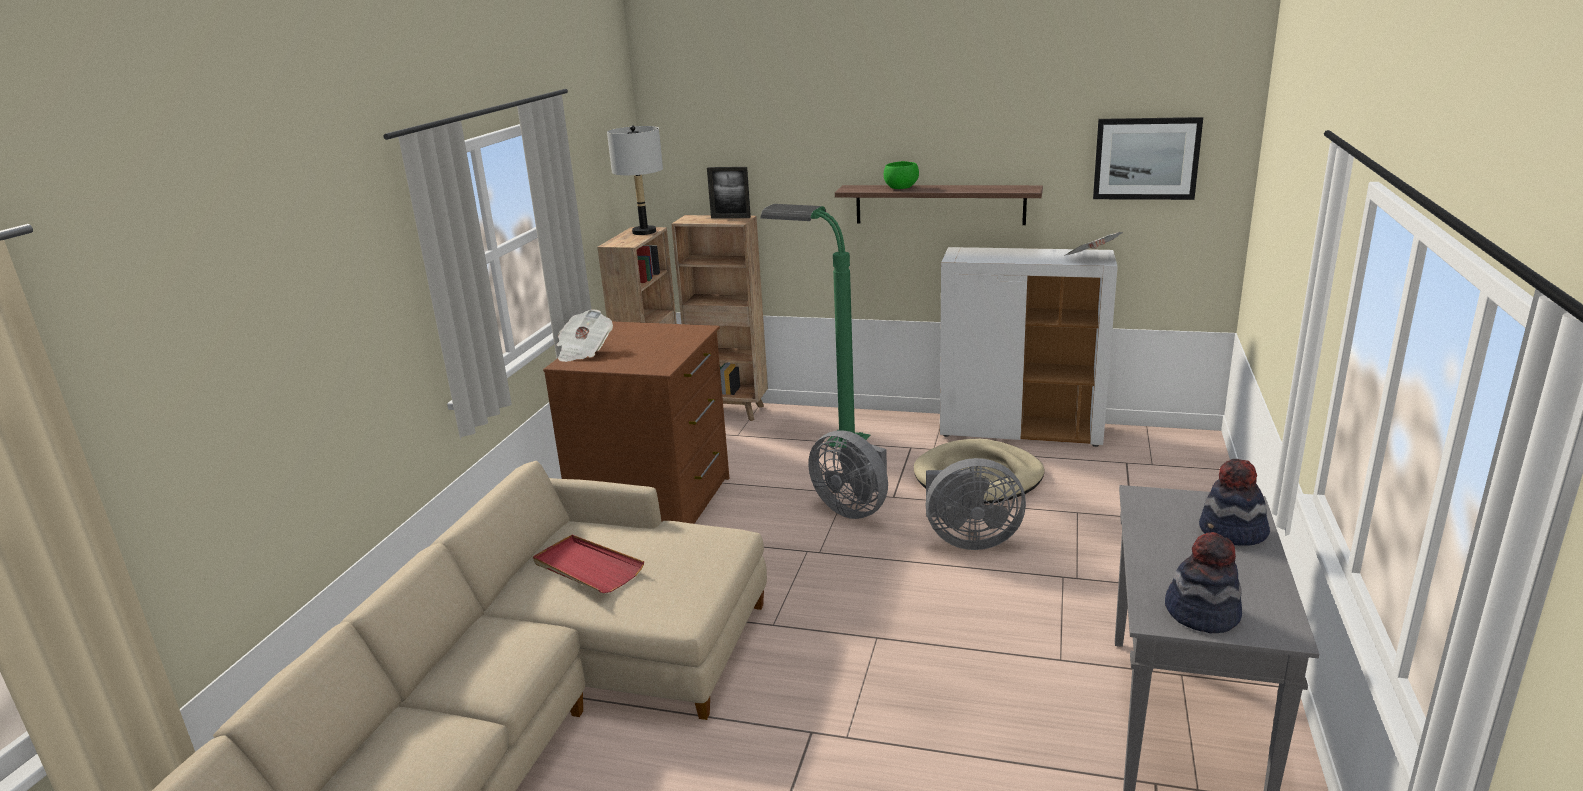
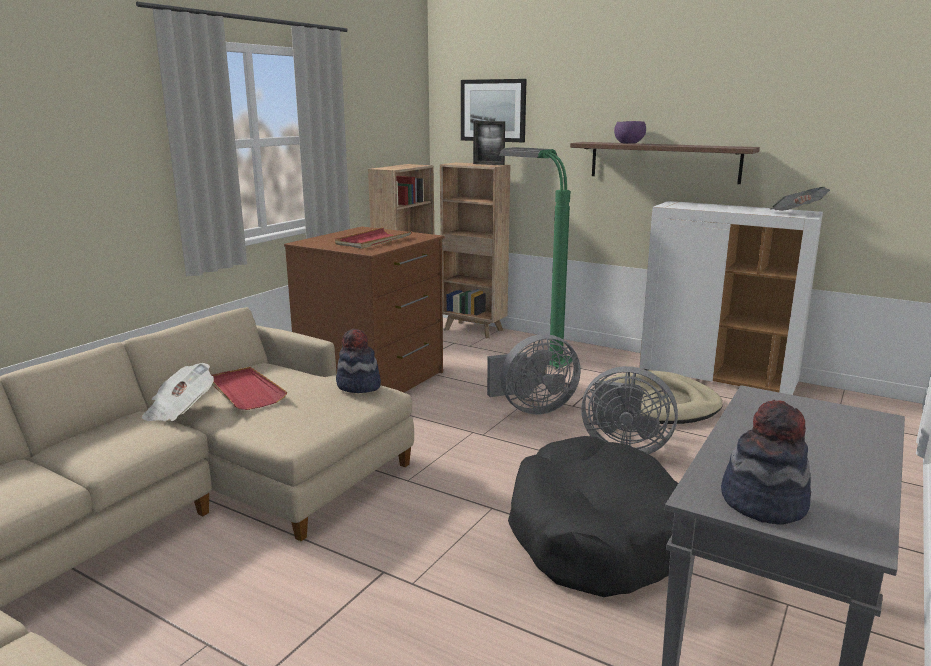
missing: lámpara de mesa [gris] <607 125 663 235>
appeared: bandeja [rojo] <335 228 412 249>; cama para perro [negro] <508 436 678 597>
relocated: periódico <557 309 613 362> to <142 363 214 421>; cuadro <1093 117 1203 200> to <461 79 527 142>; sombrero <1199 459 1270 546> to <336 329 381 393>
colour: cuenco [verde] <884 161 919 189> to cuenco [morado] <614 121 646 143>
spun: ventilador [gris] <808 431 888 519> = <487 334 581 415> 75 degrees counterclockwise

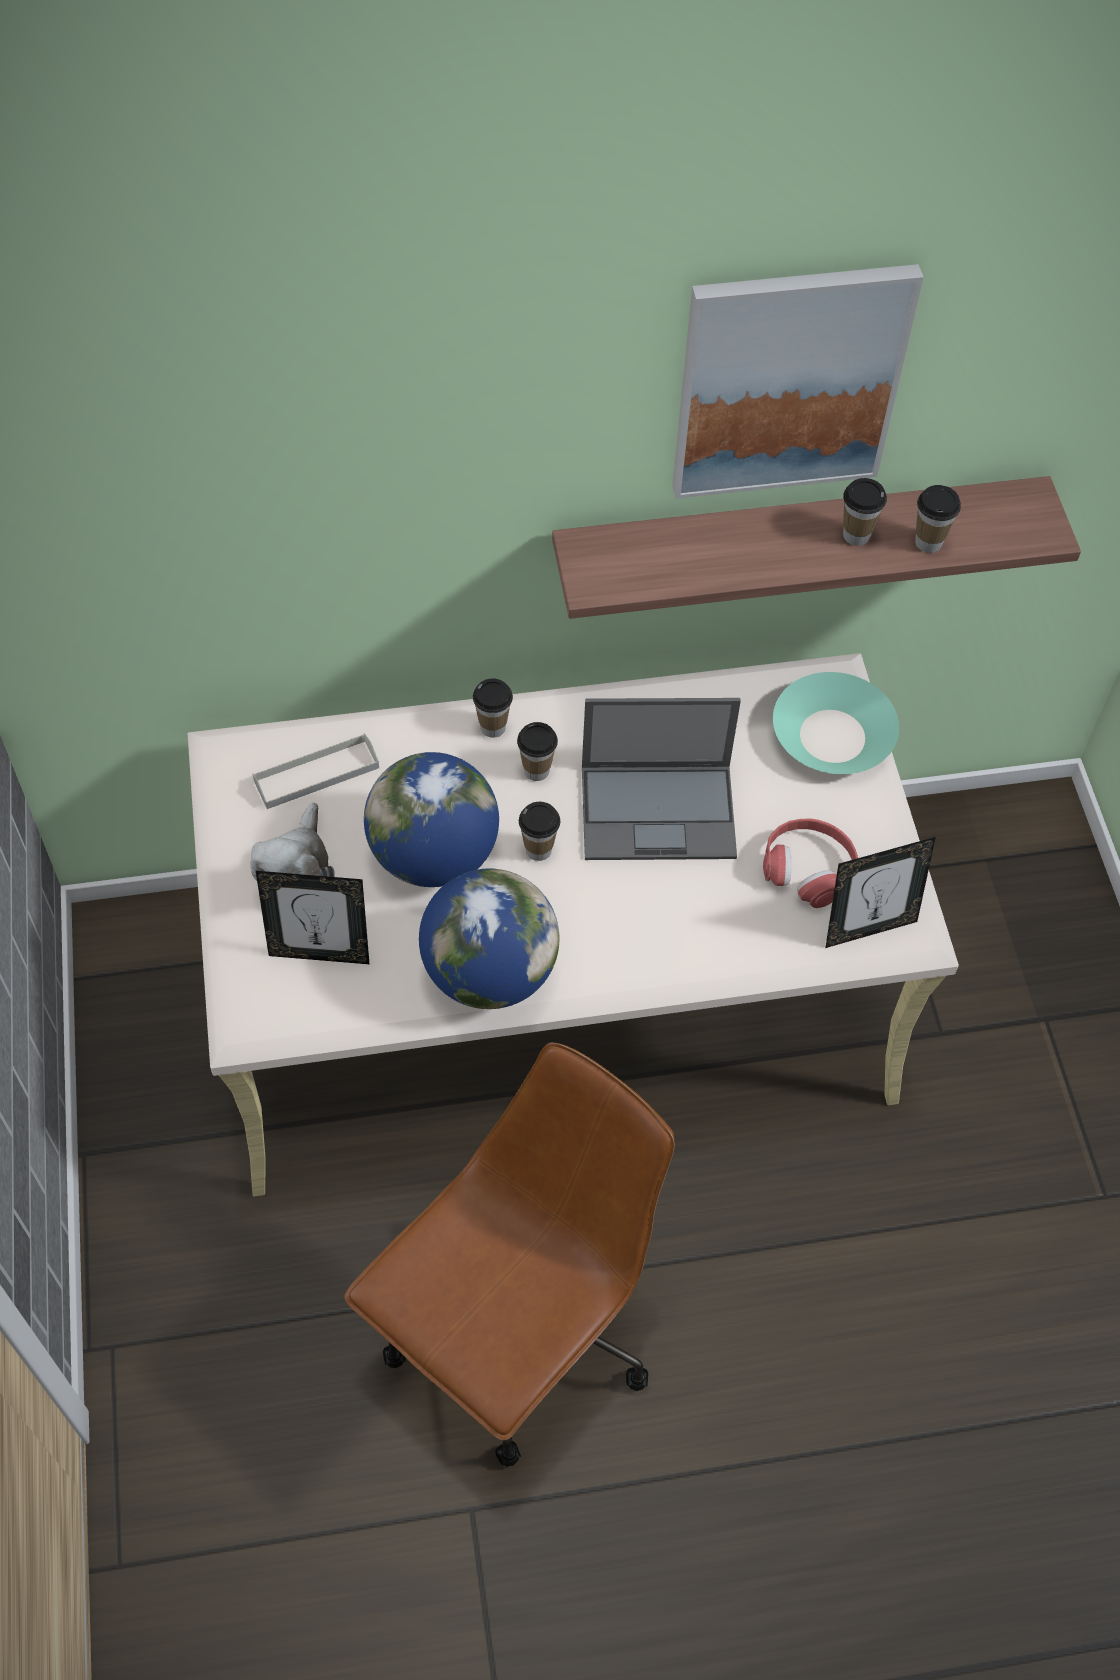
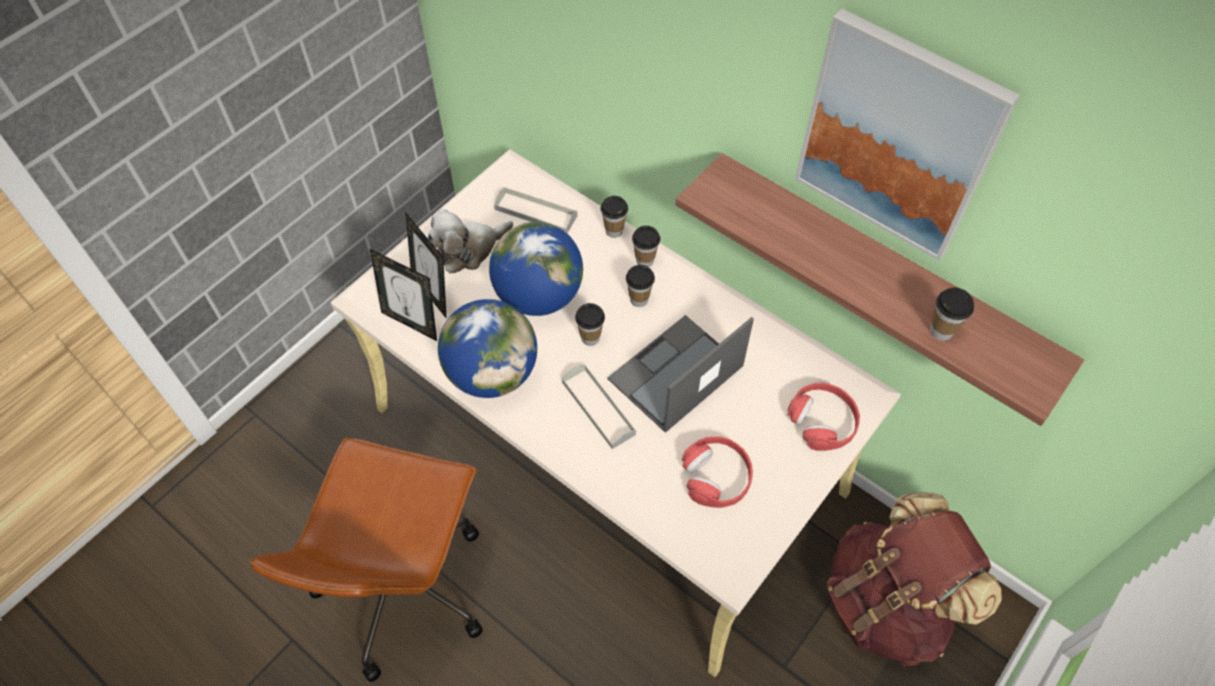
appeared: bandeja [gris] <562 365 636 449>; mochila [marrón] <826 492 1002 666>
relocated: portarretratos <825 837 936 948> to <370 249 437 341>; taza <843 478 887 546> to <601 196 628 238>
exchanged: cuenco [turquesa] <773 672 899 774> to auriculares [rojo] <787 383 860 451>
spun: silla de oficina [marrón] <344 1042 675 1467> = <249 438 483 682> 105 degrees clockwise; portátil <582 698 741 860> = <608 315 754 433> 90 degrees clockwise

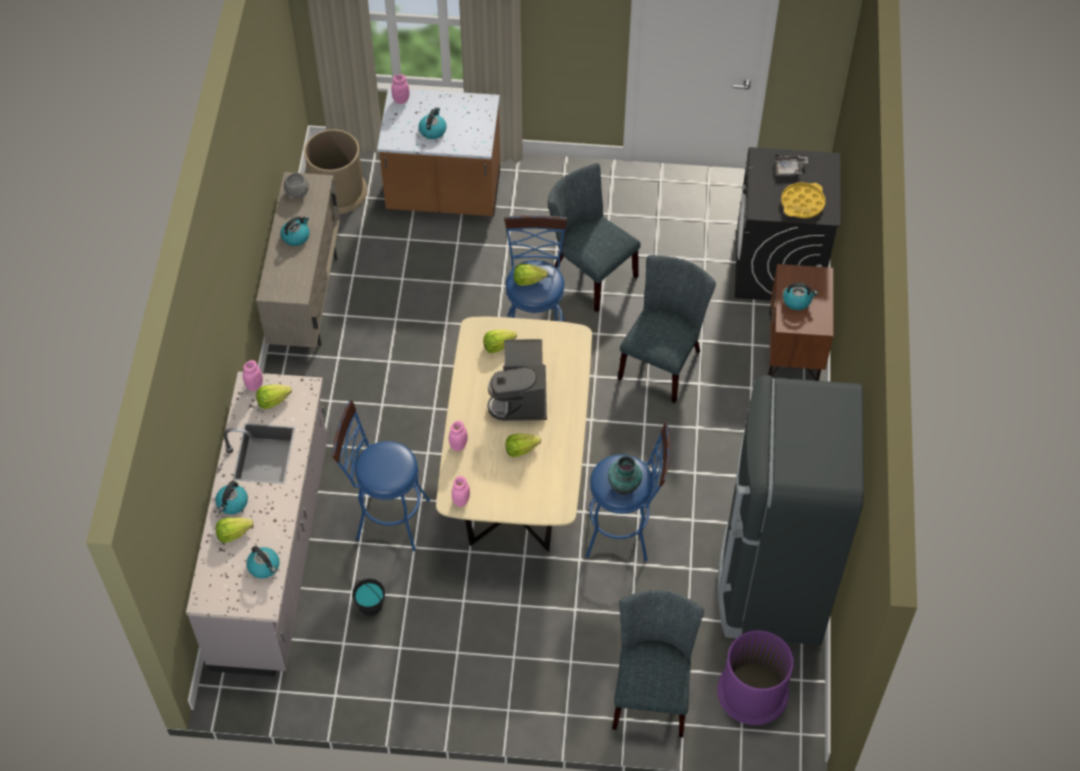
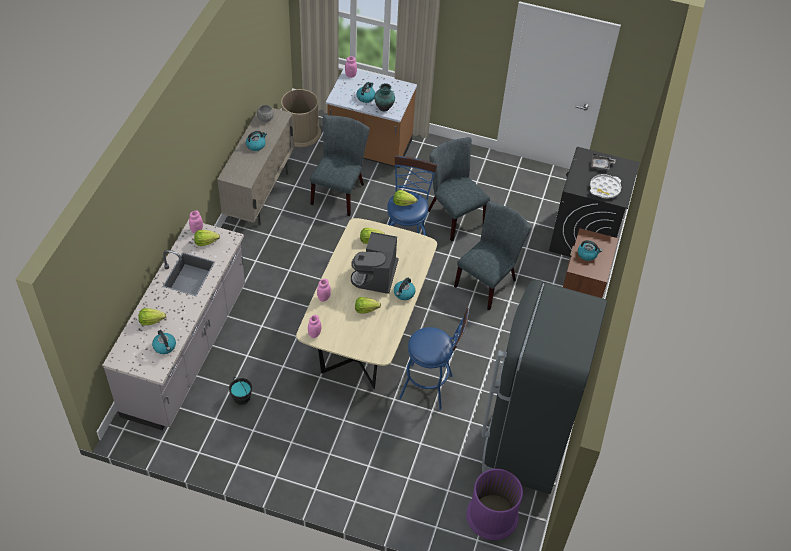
missing: taburete [azul] <332 400 430 551>
relocated: hervidor <215 481 248 514> to <394 278 415 300>; florero <608 456 642 495> to <374 83 395 111>; silla [gris] <612 590 704 737> to <310 115 370 216>
colour: bandeja [amarillo] <781 182 825 218> to bandeja [blanco] <590 174 621 199>

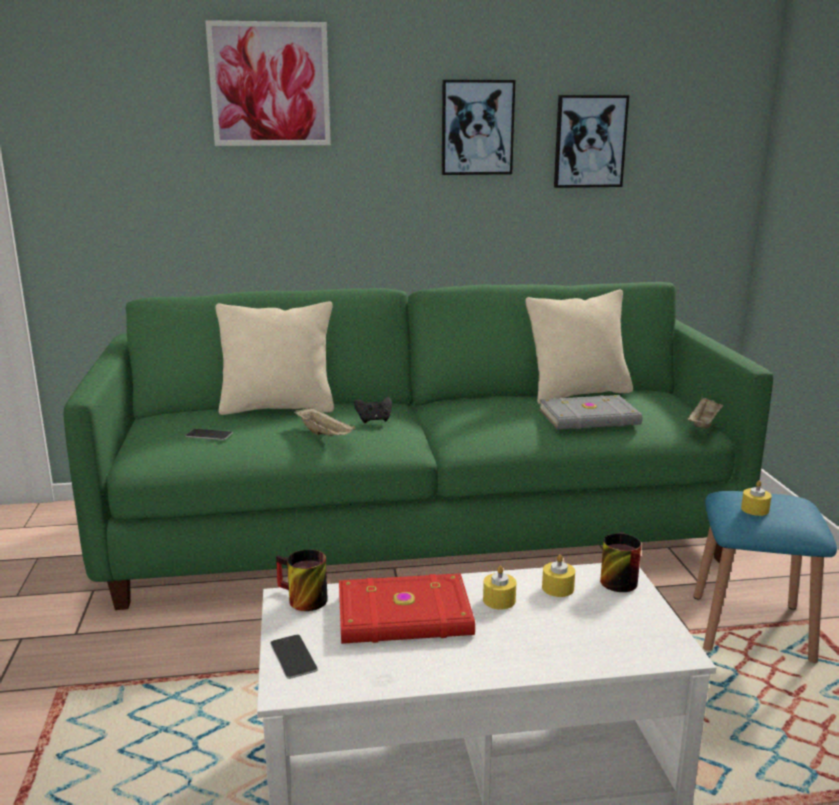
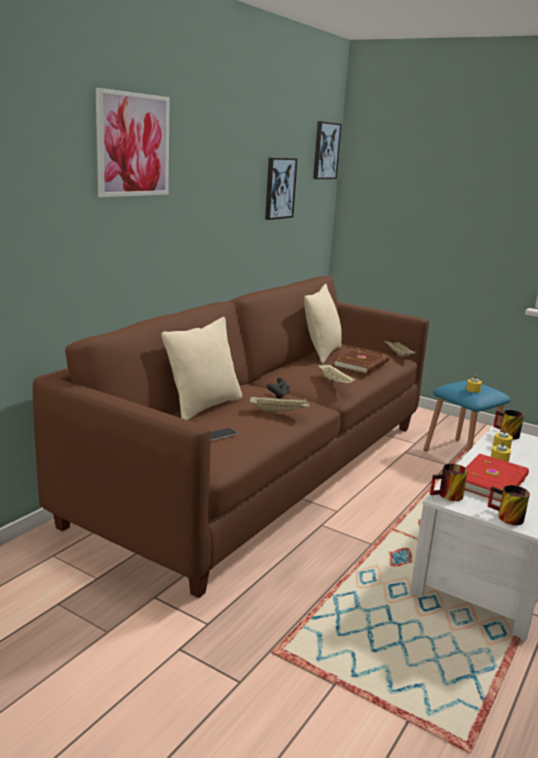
appeared: bandeja [beis] <318 364 355 383>
relocated: cuadro <442 80 515 175> to <313 121 342 179>
exchanged: móvil <270 634 318 679> to taza grande <488 485 530 525>
colour: sofá [verde] <63 282 773 610> to sofá [marrón] <33 276 429 598>; libro [gris] <539 395 642 429> to libro [marrón] <334 348 389 374>

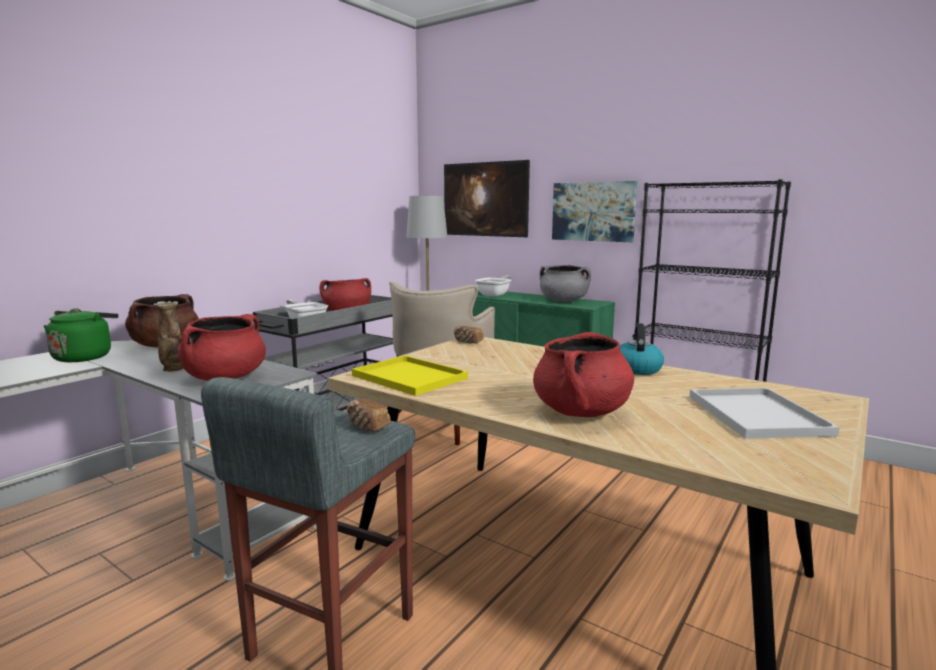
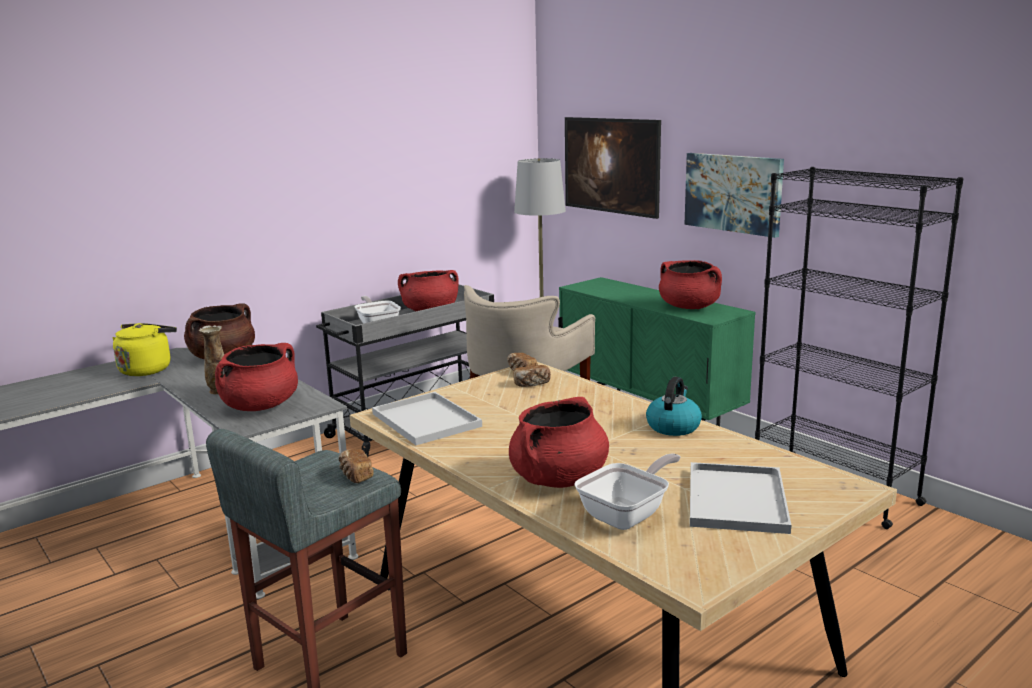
appeared: pan <513 365 551 387>
relocated: sartén <475 275 512 297> to <574 453 680 530>
colour: hervidor [verde] <44 308 118 362> to hervidor [amarillo] <113 323 177 376>; bandeja [amarillo] <352 355 468 396> to bandeja [blanco] <372 392 482 445>; olla [gris] <540 265 591 302> to olla [rojo] <659 260 722 309>

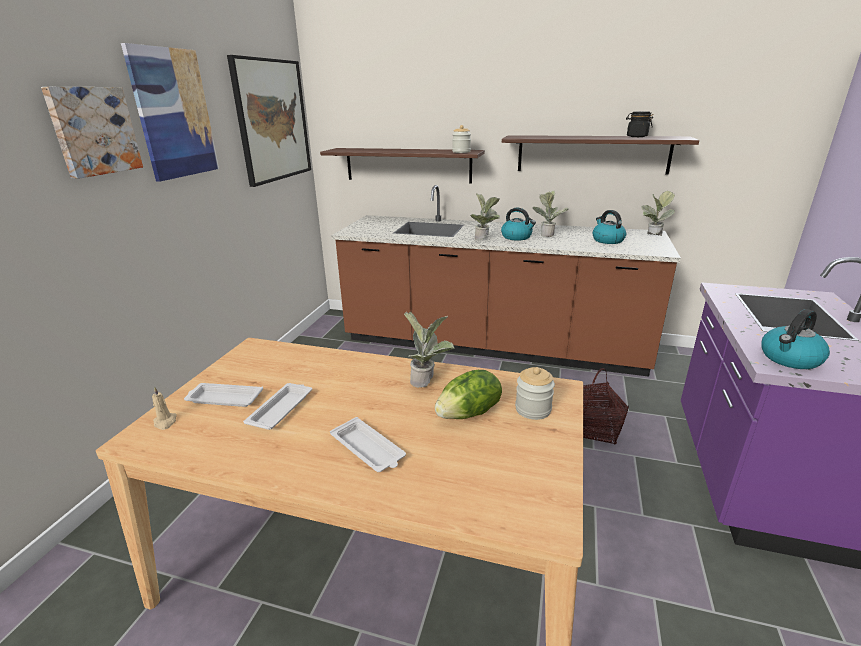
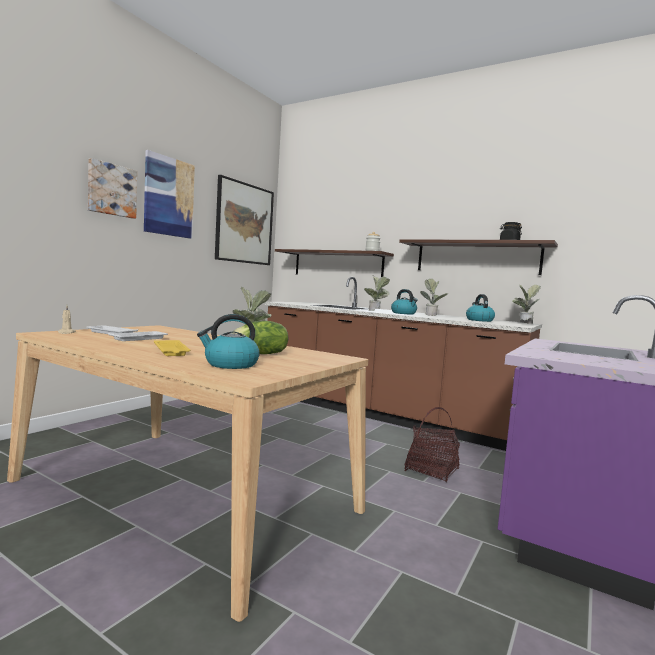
missing: tarro <515 367 555 420>
relocated: hervidor <761 309 830 369> to <197 314 260 369>
colour: bandeja [blanco] <330 417 406 472> to bandeja [amarillo] <154 340 190 356>

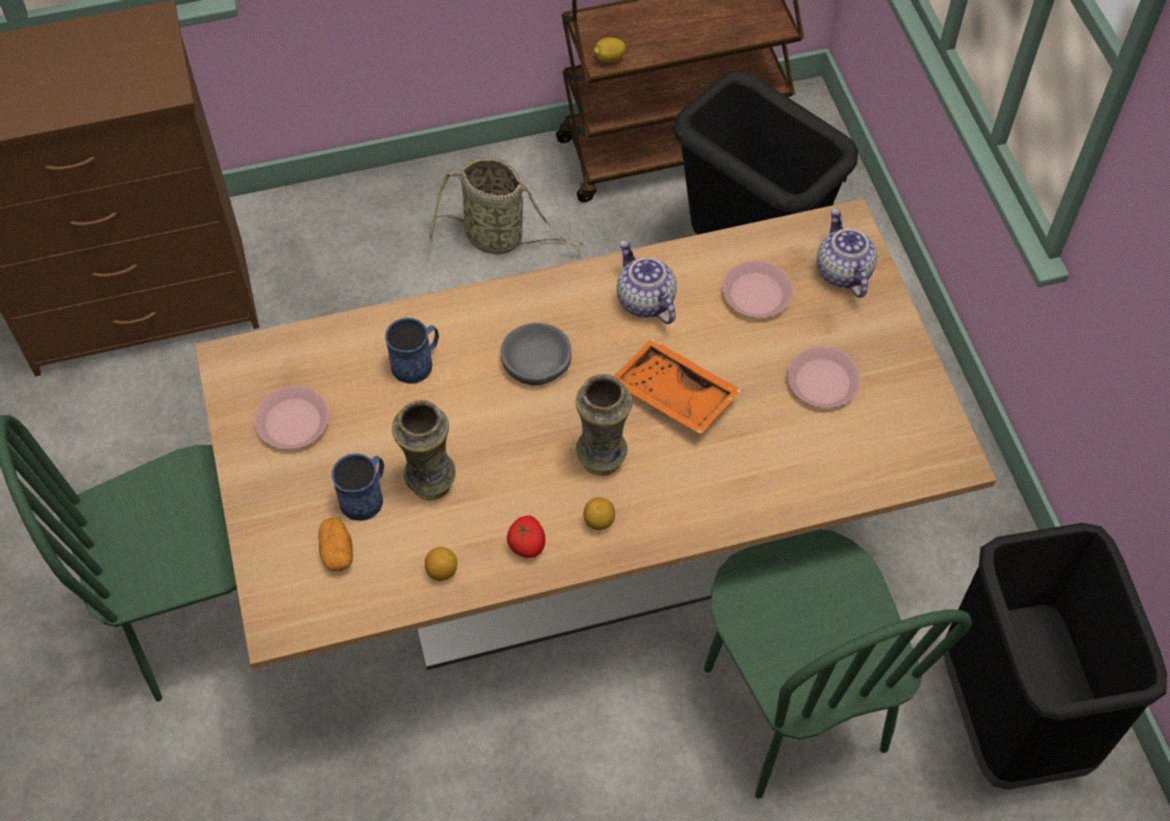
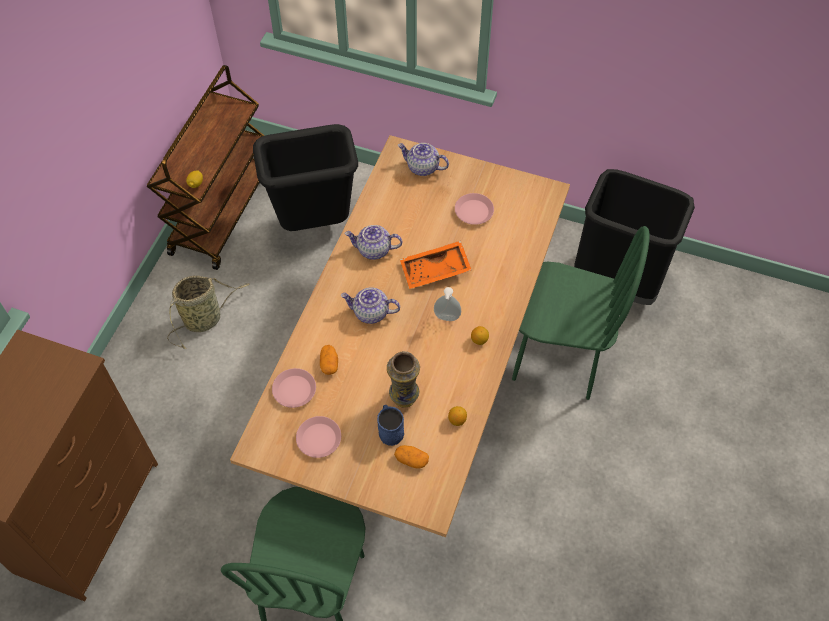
missing: tomate <507 516 546 558>
relocated: plato [rosa] <722 261 793 318> to <272 368 316 408>
exchanged: taza grande [azul] <385 318 439 384> to patata <320 345 338 375>; cuenco [gris] <501 323 572 386> to tetera <341 287 400 324>; florero <576 374 632 476> to dispensador de jabón <434 287 461 321>

